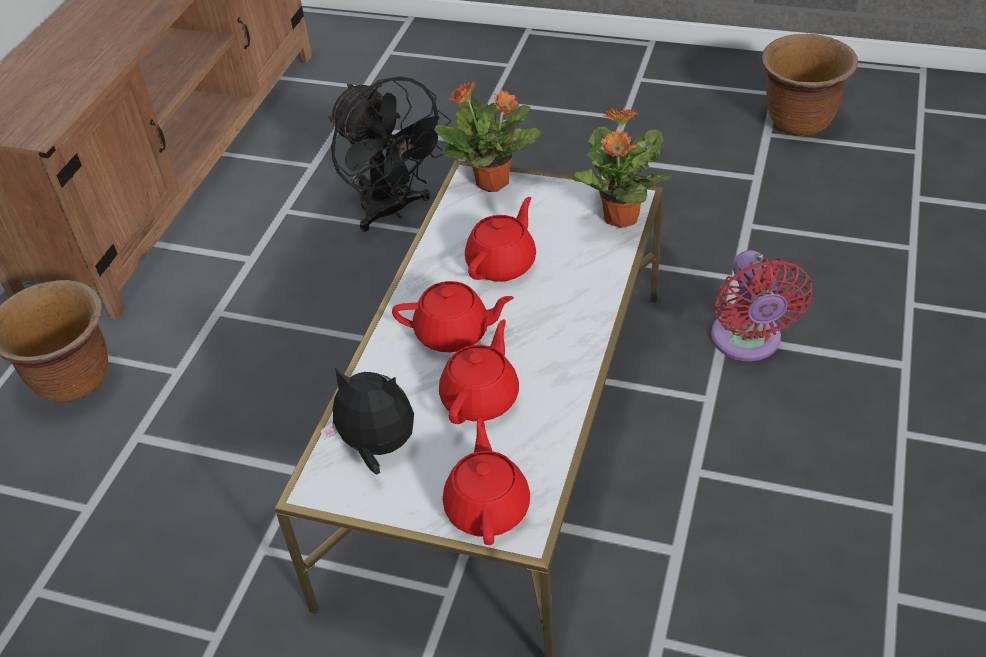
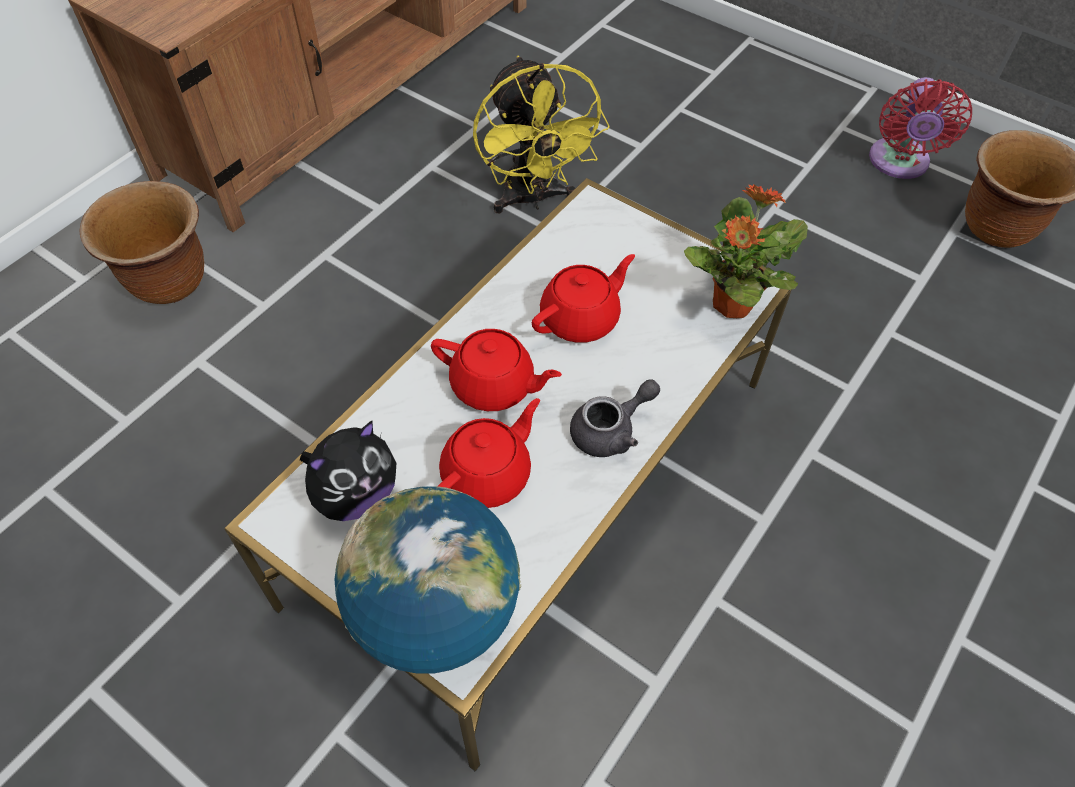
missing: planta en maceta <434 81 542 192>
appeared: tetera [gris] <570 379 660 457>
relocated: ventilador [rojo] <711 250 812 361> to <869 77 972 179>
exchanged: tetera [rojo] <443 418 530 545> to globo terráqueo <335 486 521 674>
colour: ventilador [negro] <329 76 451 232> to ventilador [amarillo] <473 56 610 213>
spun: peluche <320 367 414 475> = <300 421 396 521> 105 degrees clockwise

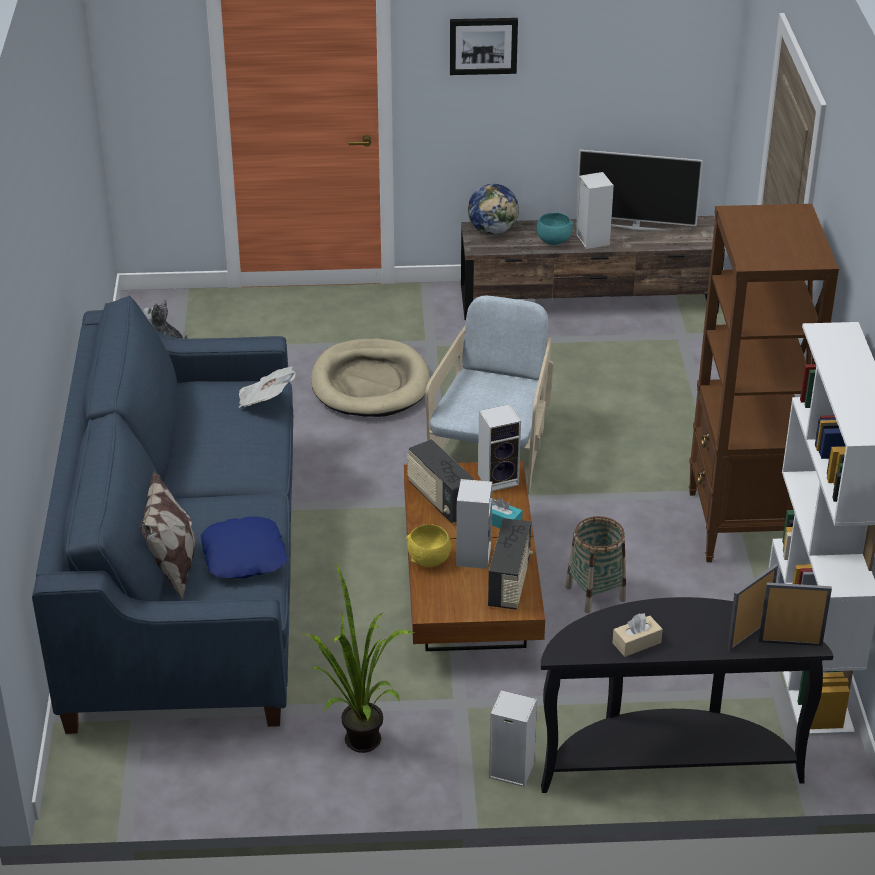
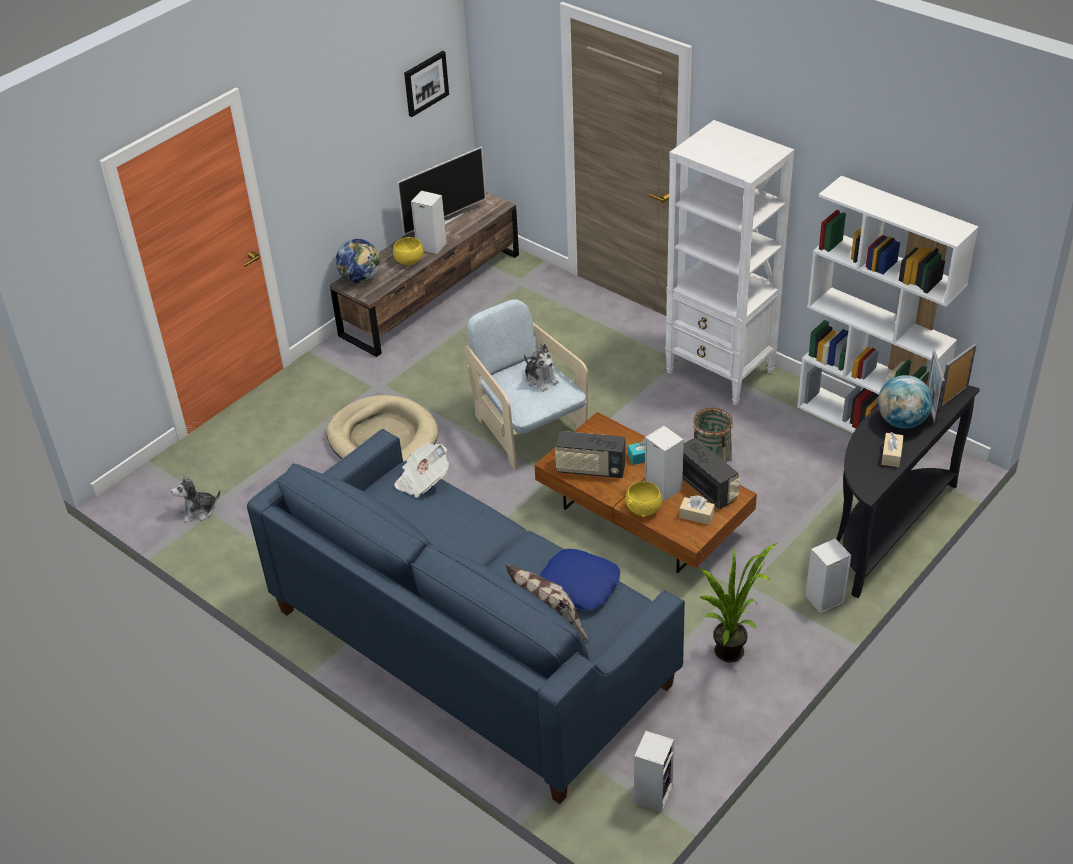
appeared: peluche <524 344 559 392>; caja de pañuelos [beis] <679 495 715 525>; globo terráqueo <878 375 933 428>
relocated: cuadro <450 18 518 75> to <404 51 449 117>; altavoz <478 404 521 491> to <634 731 674 812>
colour: cuenco [turquesa] <537 213 574 245> to cuenco [amarillo] <393 237 424 266>; estantería [marrón] <689 204 839 562> to estantería [blanco] <665 120 794 405>

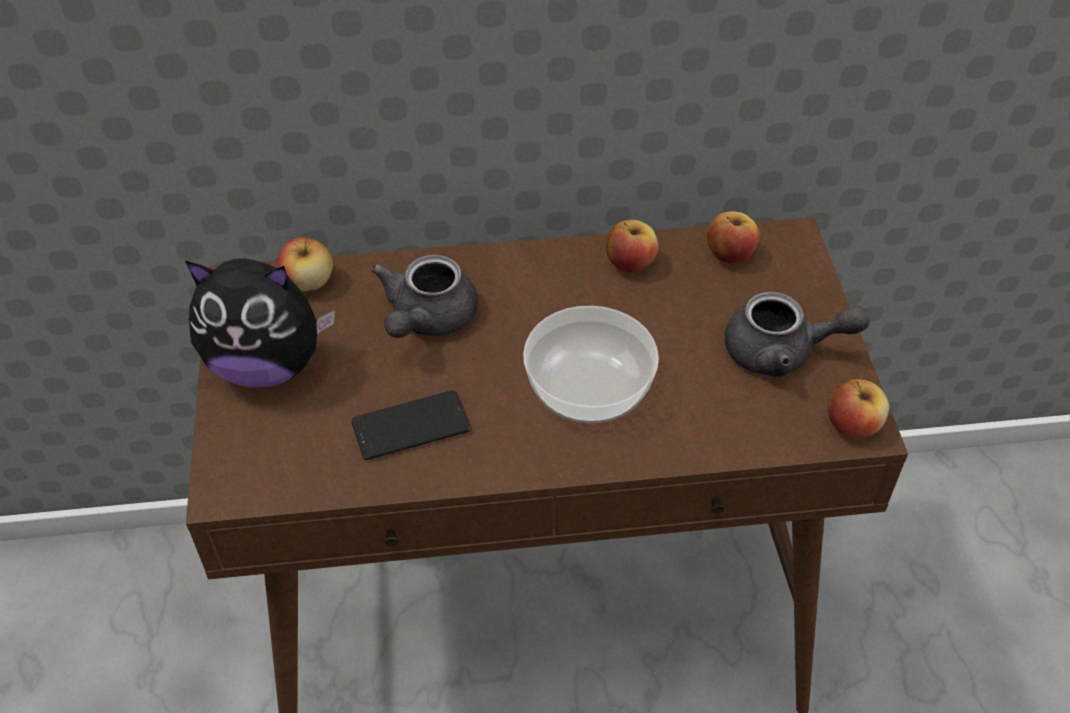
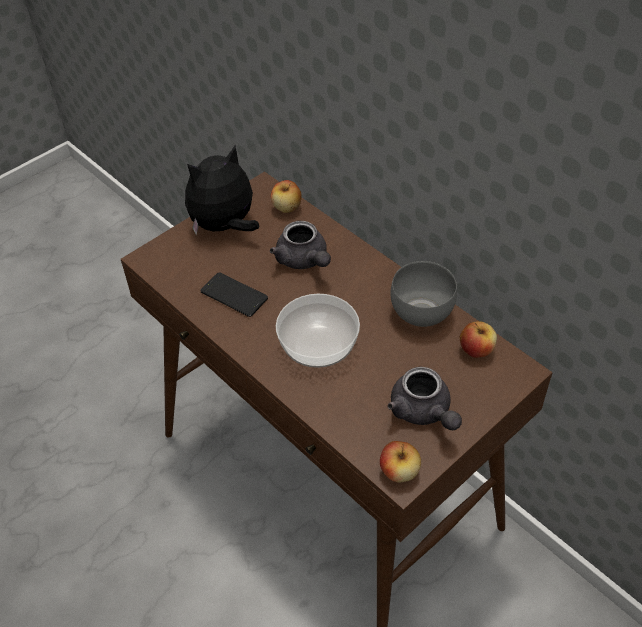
exchanged: manzana <606 220 658 273> to cuenco [gris] <391 261 457 327>
spun: peluche <185 258 335 388> = <185 145 259 235> 90 degrees clockwise; tetera [gris] <371 255 478 338> = <270 221 331 269> 105 degrees counterclockwise

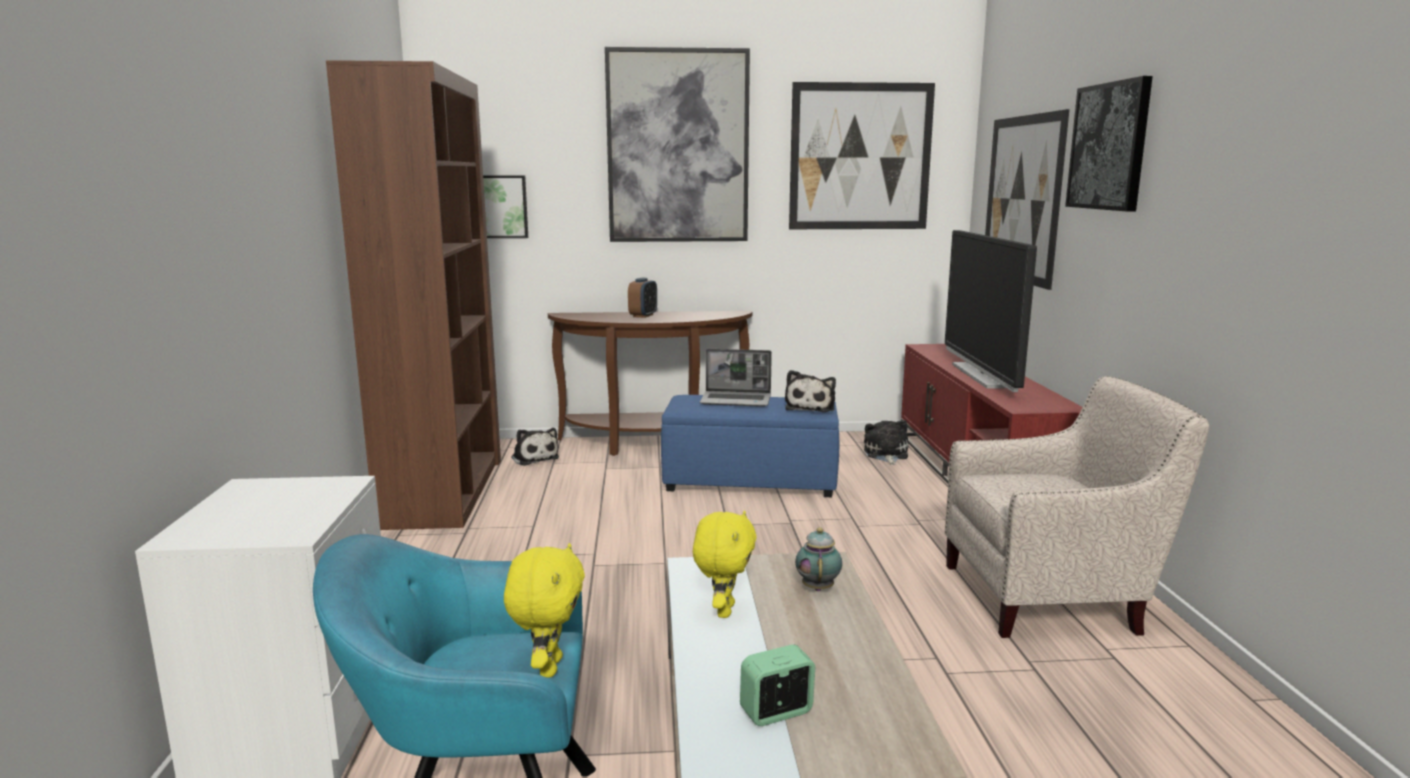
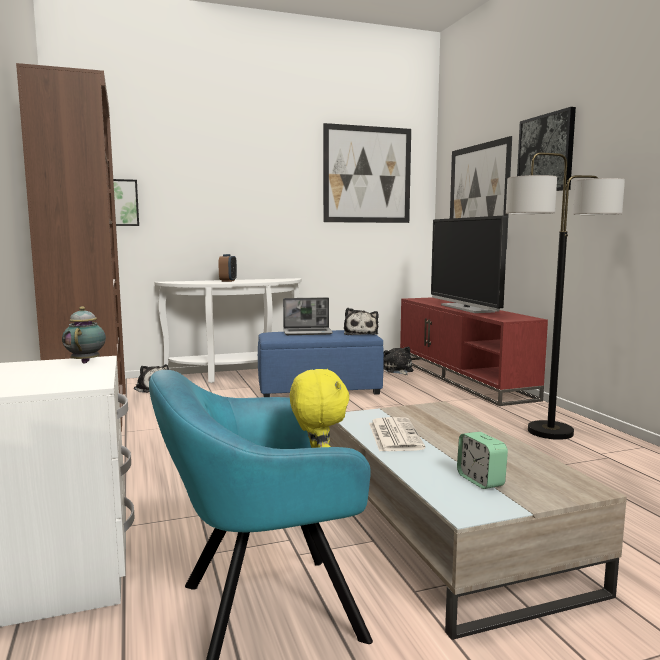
missing: cuadro <605 47 750 242>
relocated: tetera <795 527 842 591> to <62 307 106 364>
exchanged: peluche [amarillo] <693 510 757 618> to periódico <369 417 426 452>; sillón [beis] <945 376 1209 638> to lámpara de pie <506 152 625 440>
colour: mesa consola [marrón] <548 311 753 456> to mesa consola [blanco] <154 278 302 383>
spun: despertador <740 644 815 726> = <457 432 508 489> 75 degrees counterclockwise

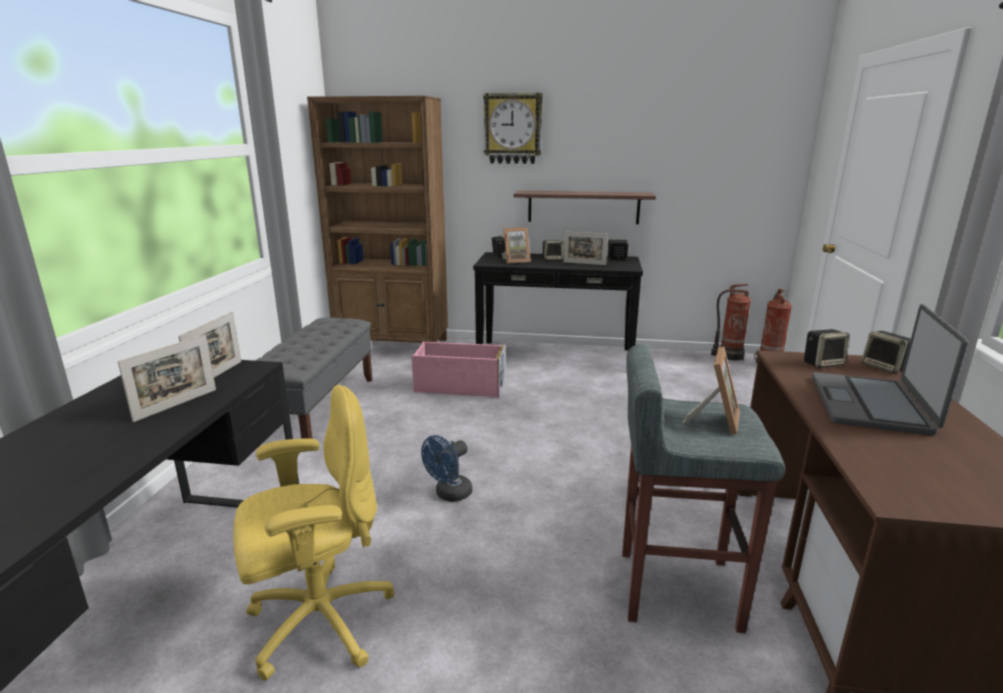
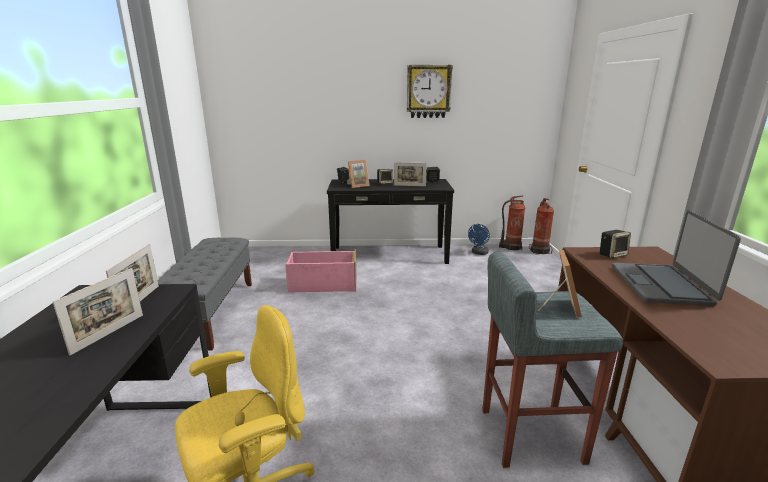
missing: estantería [marrón] <307 96 448 343>; estante <514 191 656 224>; altavoz <861 331 911 373>
relocated: ventilador [azul] <421 435 472 502> to <468 224 490 255>; reloj de pared <483 93 543 164> to <407 65 453 118>

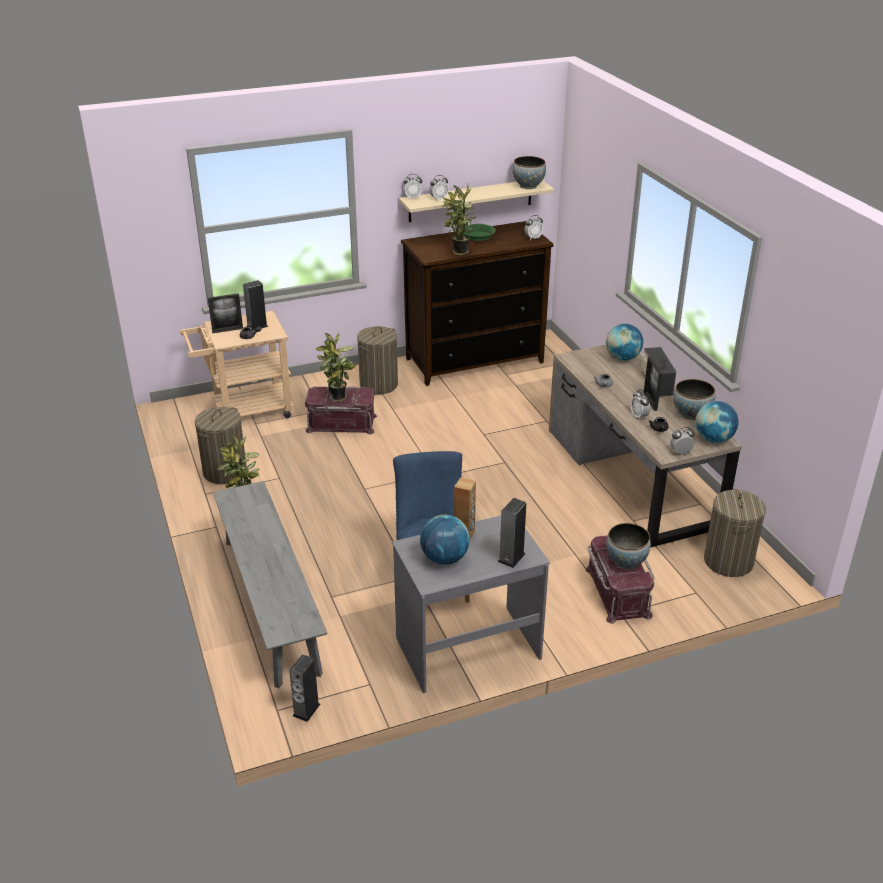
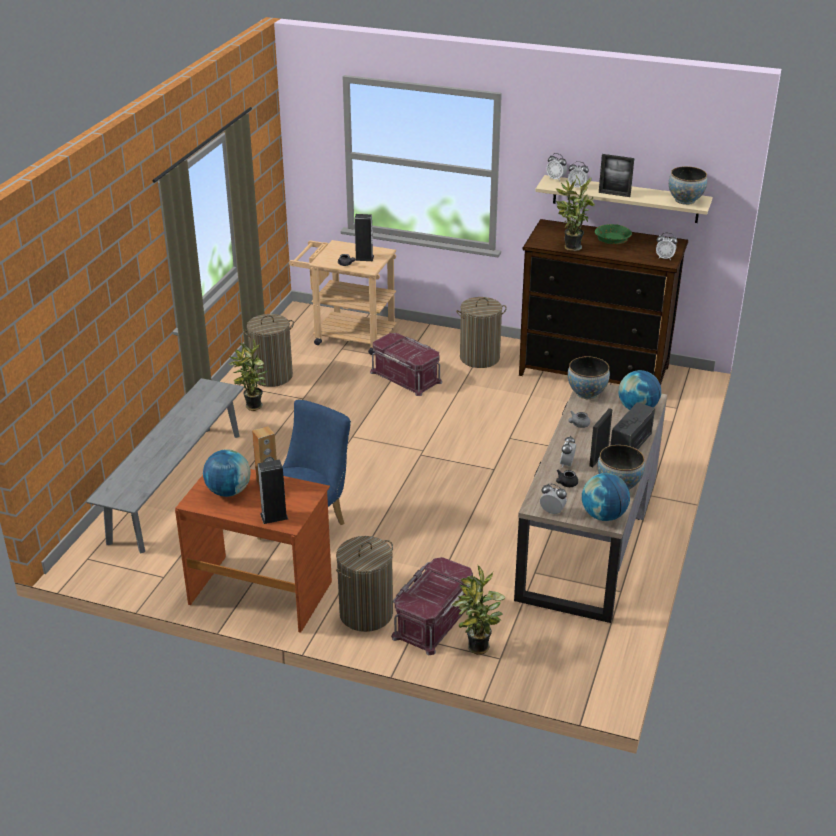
missing: altavoz <289 654 320 722>
relocated: portarretratos <208 293 243 333> to <599 154 634 197>; planta en maceta <316 332 356 402> to <451 564 505 655>; cuenco <606 523 651 570> to <568 356 610 399>; cesto de la ropa <704 489 766 577> to <336 536 393 632>
colour: escritorio [gris] <392 515 550 693> to escritorio [marrón] <175 469 332 633>

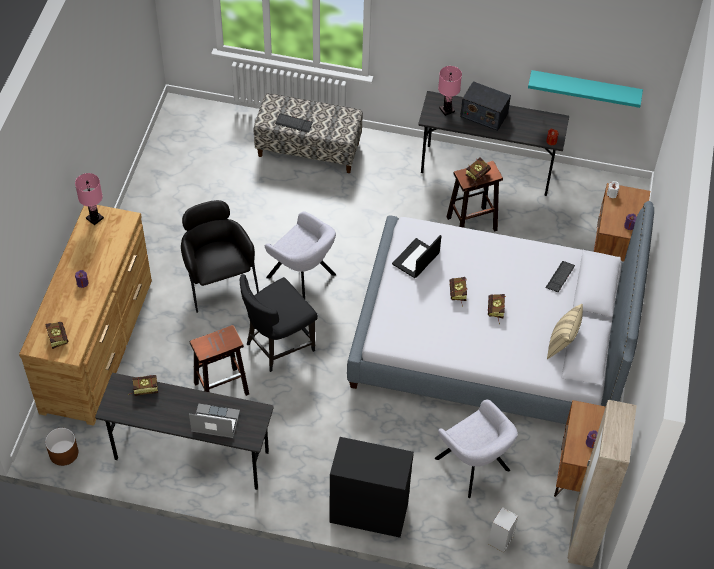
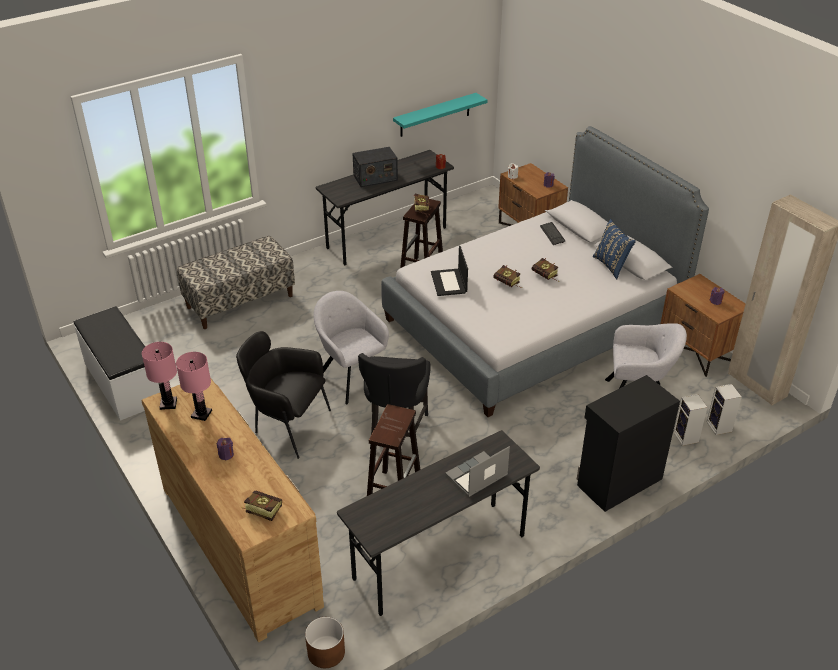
missing: libro <128 375 158 396>; teclado <275 113 313 133>
appeared: banco [blanco] <74 306 160 421>; altavoz <673 394 708 446>
relocated: lámpara de mesa [rosa] <438 66 462 116> to <176 352 212 421>
colour: cojín [beis] <547 304 583 359> to cojín [azul] <593 219 636 279>
spun: sillón [gris] <265 211 336 299> = <314 291 389 405> 120 degrees counterclockwise

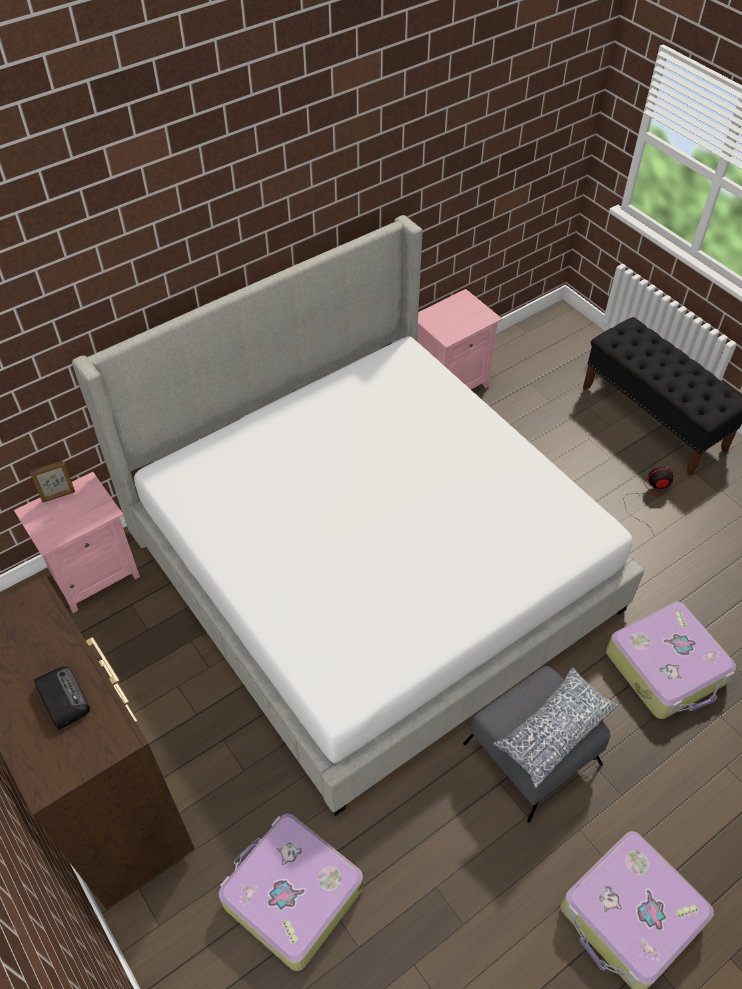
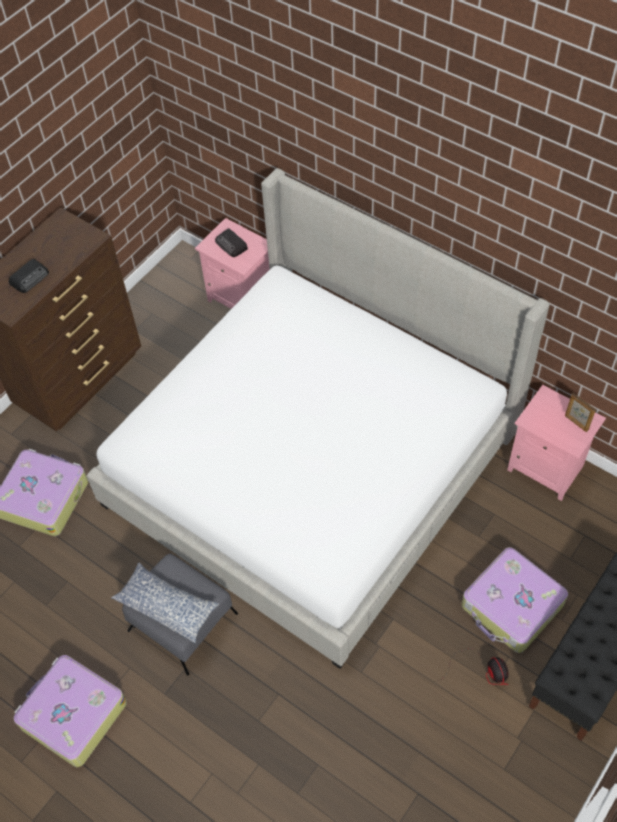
appeared: radio <215 228 248 257>
relocated: portarretratos <30 461 75 502> to <565 393 596 432>; maleta <606 602 736 719> to <462 547 568 653>

